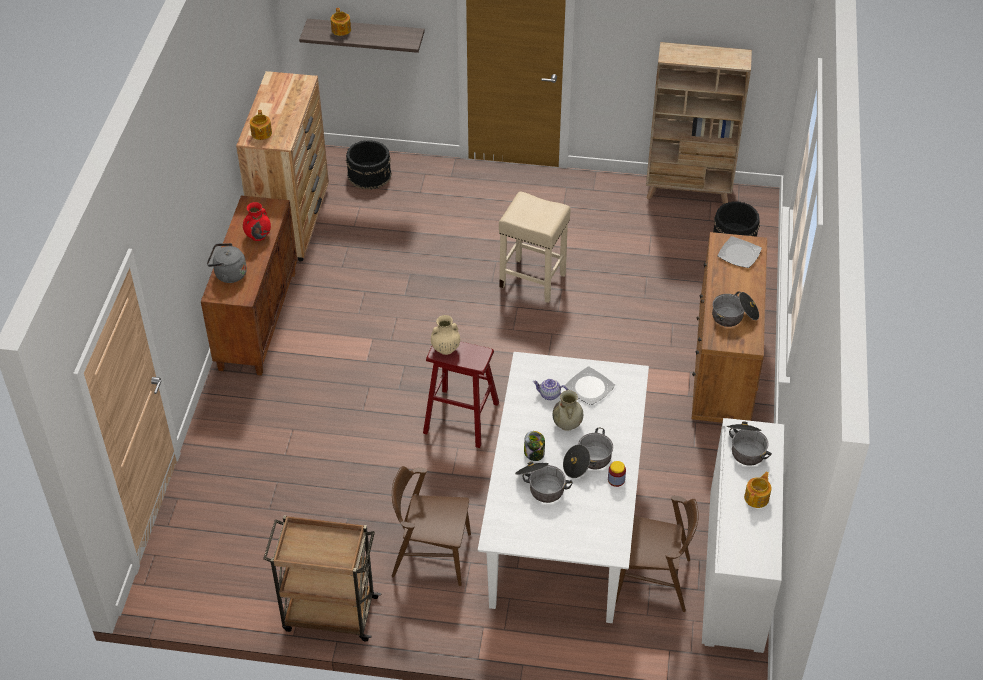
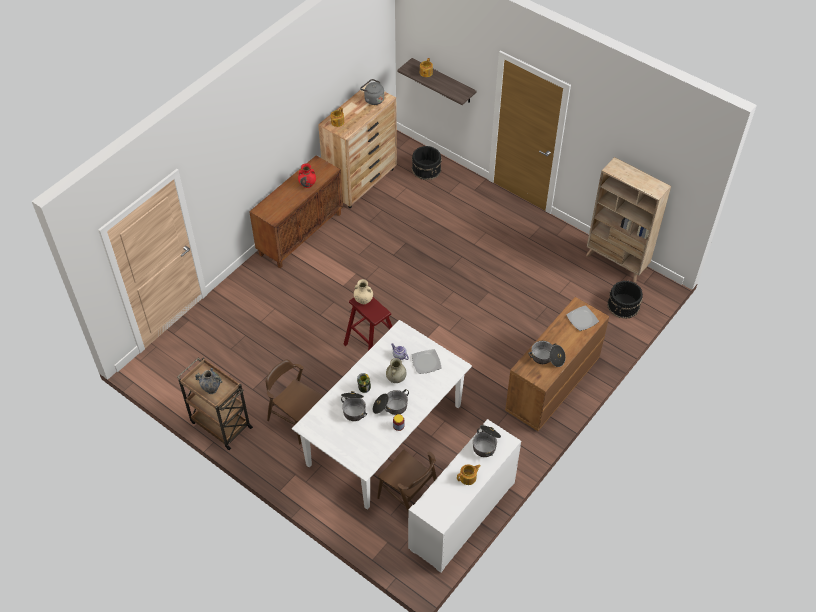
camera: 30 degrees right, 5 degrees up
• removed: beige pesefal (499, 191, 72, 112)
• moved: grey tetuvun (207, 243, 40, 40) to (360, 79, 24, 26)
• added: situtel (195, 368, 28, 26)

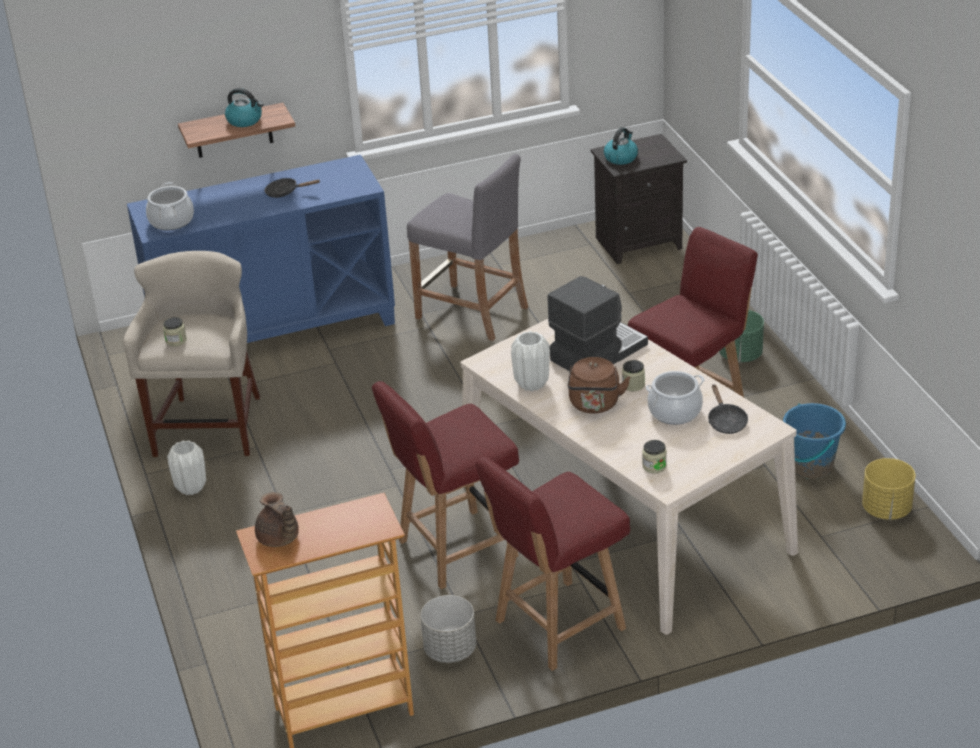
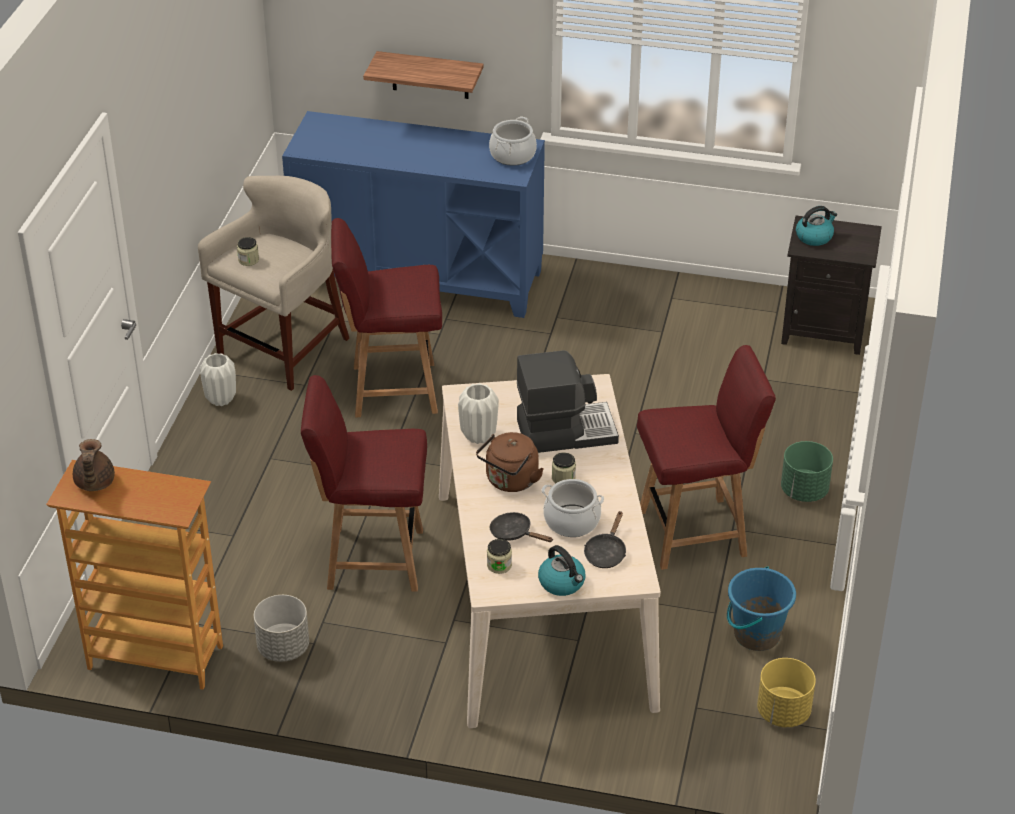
camera: 30 degrees right, 5 degrees up
• moved: tetuvun (225, 88, 39, 39) to (538, 545, 47, 51)
• removed: grey pesefal (407, 154, 121, 187)
• moved: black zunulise (264, 178, 57, 20) to (490, 512, 63, 30)
• moved: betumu (146, 182, 48, 49) to (489, 117, 48, 49)
• moved: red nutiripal (475, 457, 155, 214) to (331, 218, 111, 199)

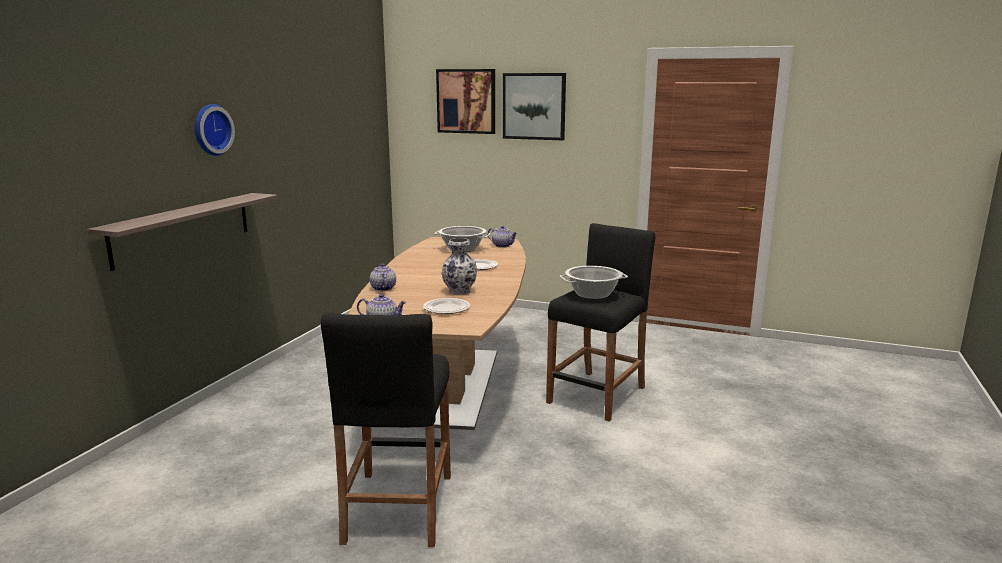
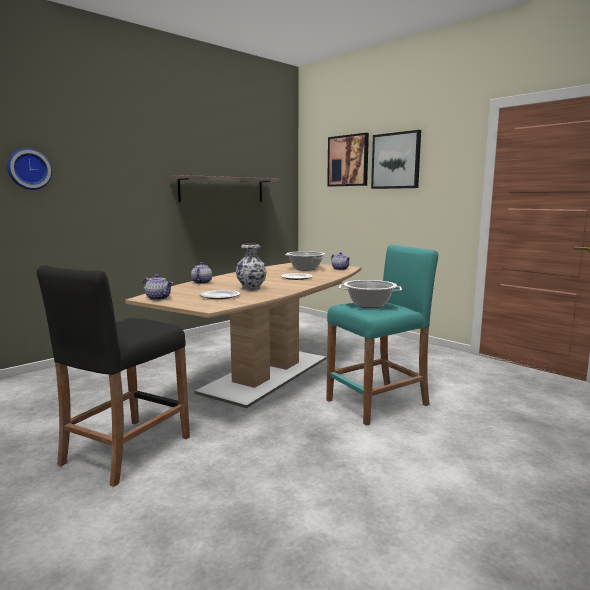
camera: 25 degrees right, 5 degrees down
• moved: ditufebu (195, 104, 40, 52) to (7, 148, 45, 42)
• moved: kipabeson (87, 193, 191, 78) to (169, 175, 111, 27)
• recoloured: black pesefal (546, 223, 109, 198) to turquoise pesefal (326, 245, 112, 181)

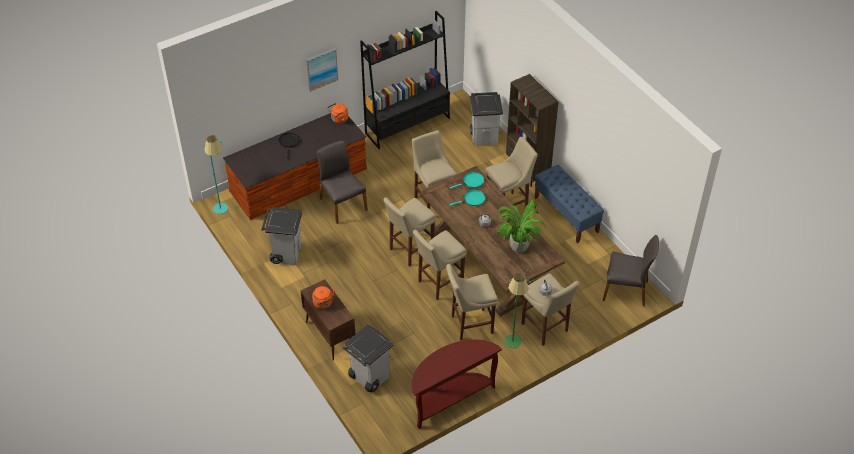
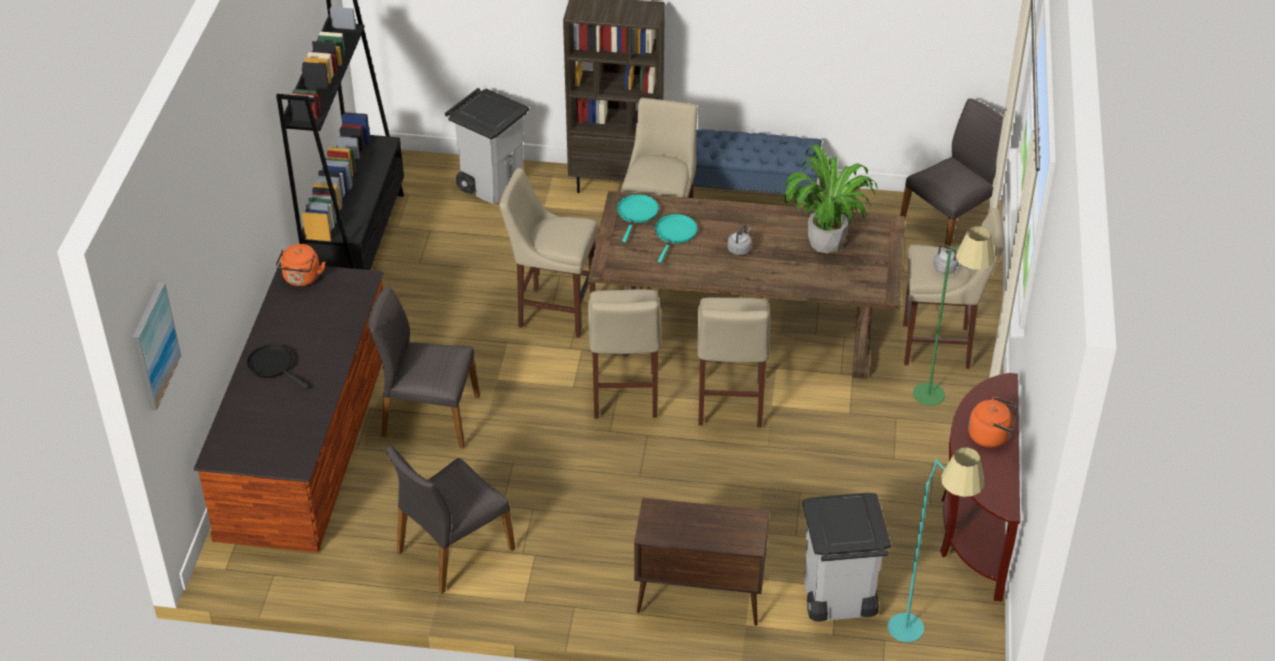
camera: 50 degrees left, 5 degrees down
• moved: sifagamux (306, 48, 32, 43) to (132, 282, 49, 128)
• moved: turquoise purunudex (205, 135, 23, 79) to (888, 447, 97, 195)
• replaced: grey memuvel (261, 207, 41, 58) to grey nutiripal (386, 445, 129, 149)
• removed: beige pesefal (446, 264, 52, 77)
• moved: orange tetuvun (312, 286, 23, 23) to (968, 397, 49, 50)

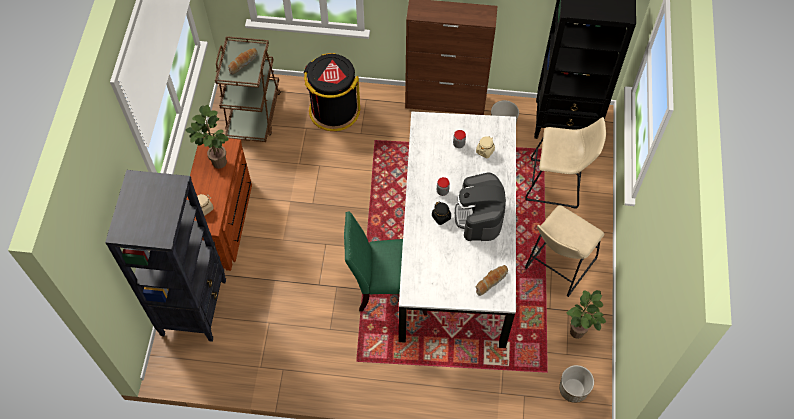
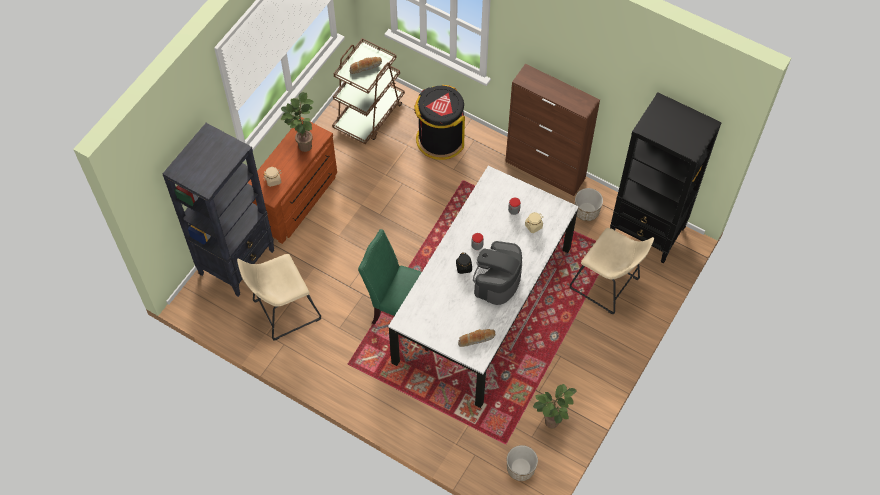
camera: 25 degrees right, 0 degrees up
• moved: beige pesefal (525, 205, 79, 92) to (237, 254, 84, 87)

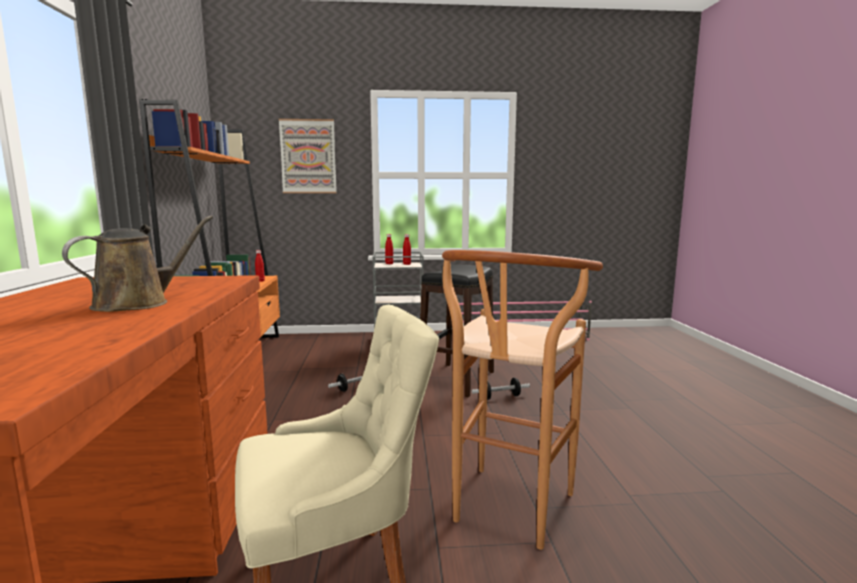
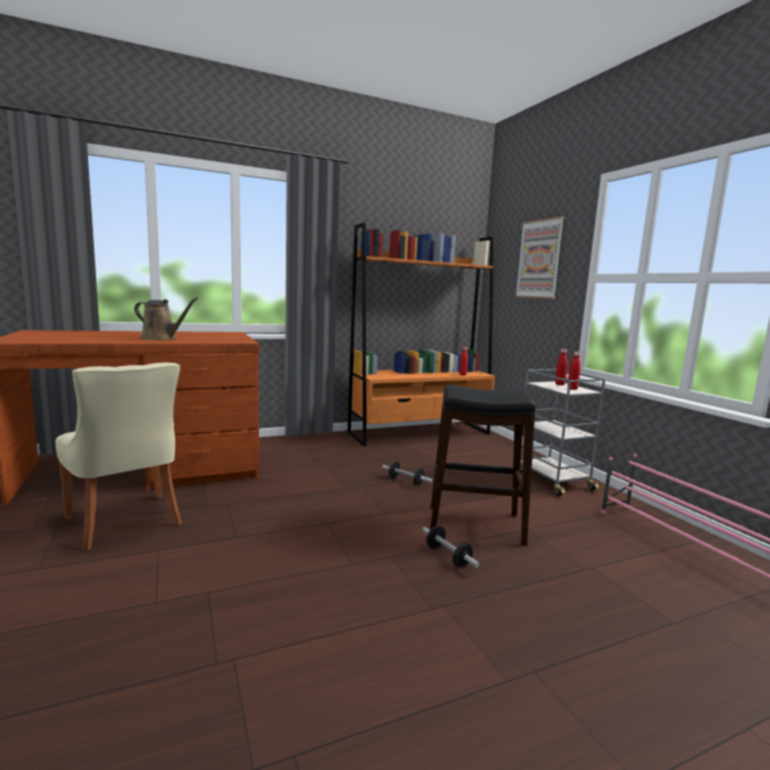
camera: 70 degrees right, 0 degrees up
• removed: brown pesefal (442, 250, 161, 300)

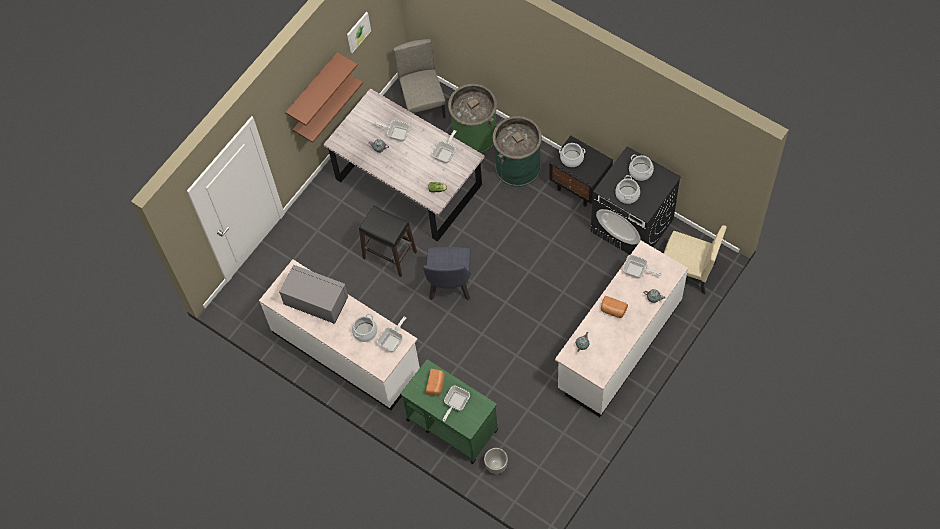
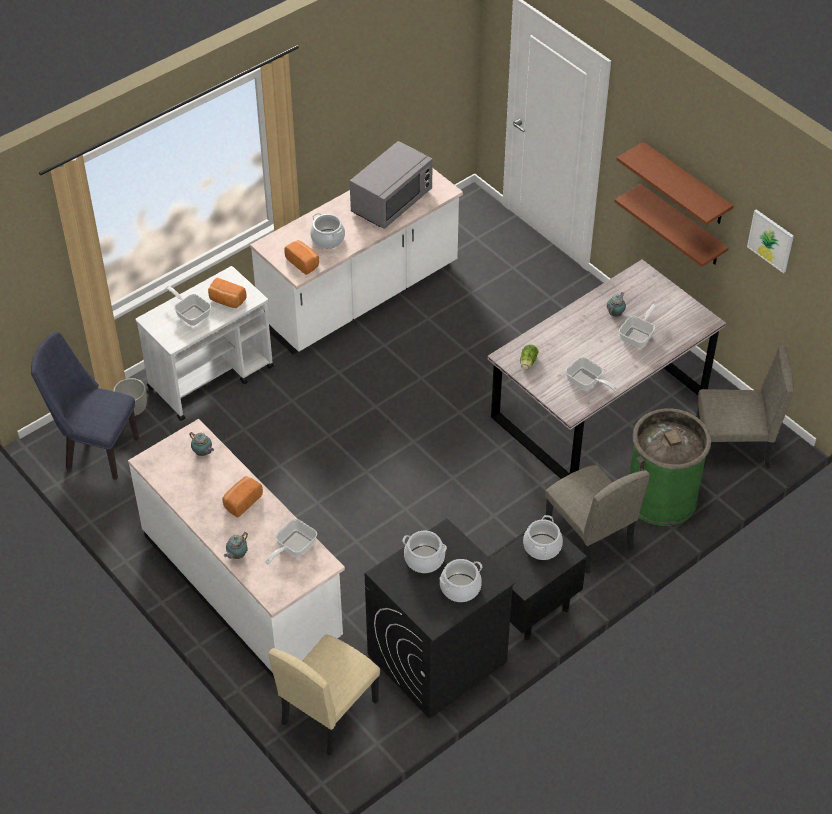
camera: 100 degrees right, 15 degrees down
• replaced: green memuvel (493, 116, 49, 71) to beige nutiripal (545, 465, 105, 109)
• removed: black pesefal (359, 206, 58, 71)
• moved: blue nutiripal (423, 247, 48, 53) to (31, 331, 108, 149)
• replaced: zunulise (377, 317, 29, 35) to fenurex (285, 240, 34, 35)
• recoloured: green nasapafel (401, 359, 97, 105) to white nasapafel (135, 266, 139, 155)

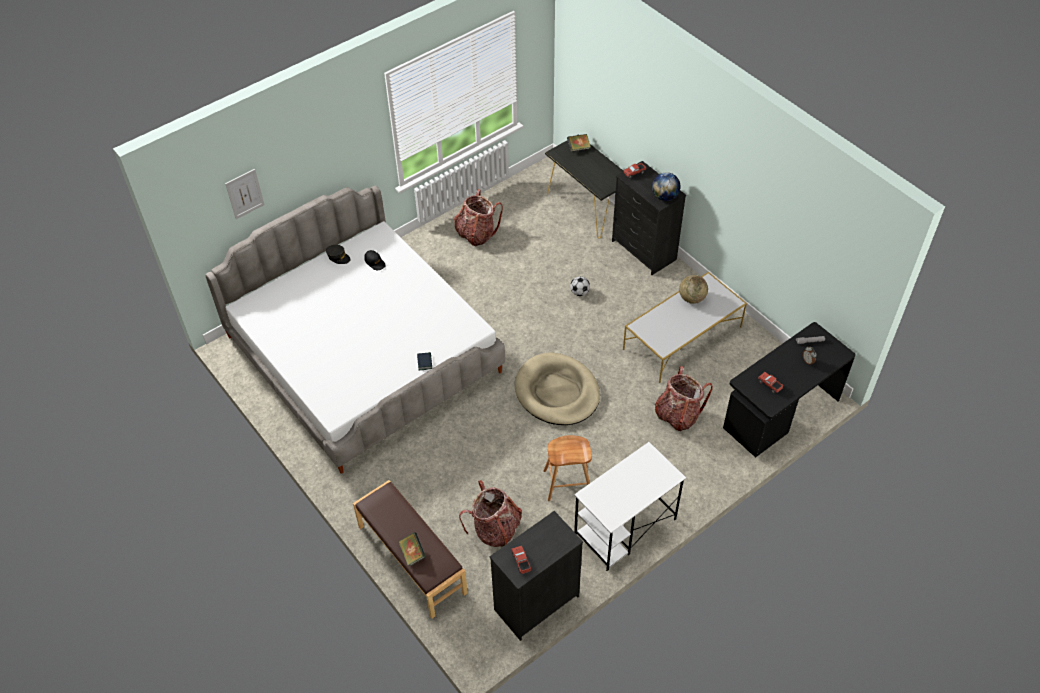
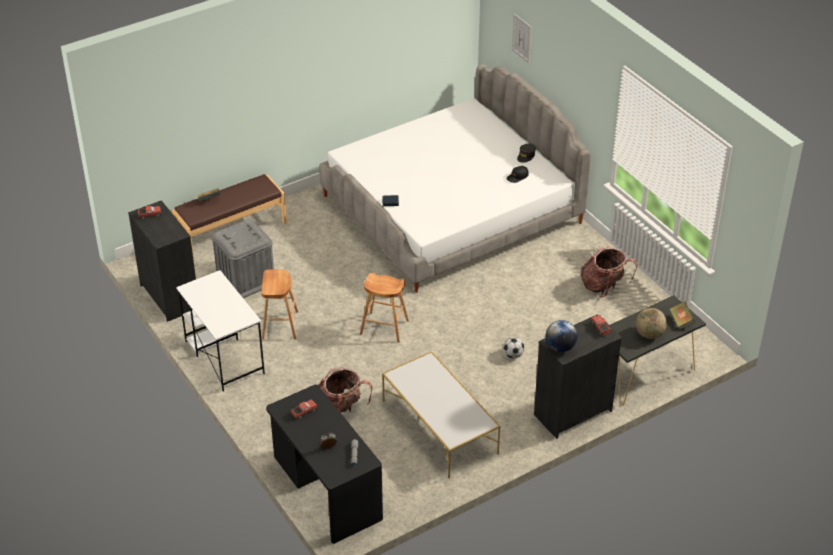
camera: 95 degrees right, 10 degrees down
• moved: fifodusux (679, 275, 29, 29) to (636, 308, 31, 31)
• replaced: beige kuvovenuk (515, 353, 85, 72) to brown pesefal (360, 273, 49, 70)
• replaced: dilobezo (459, 480, 63, 67) to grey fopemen (212, 220, 62, 78)

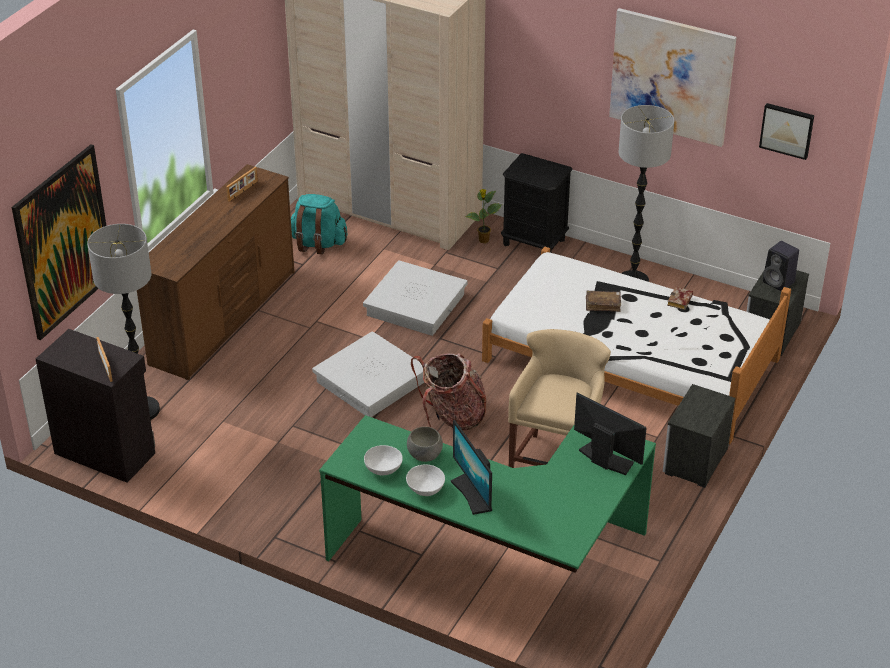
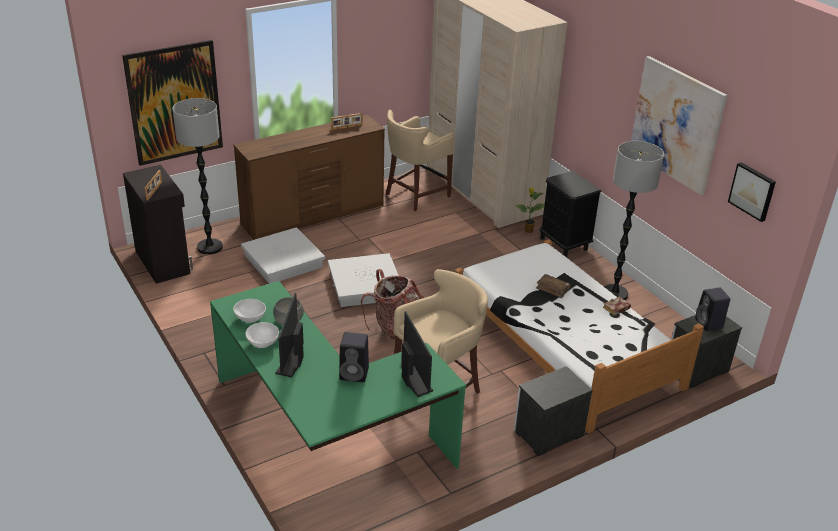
camera: 30 degrees right, 5 degrees down
• replaced: turquoise dilobezo (291, 194, 56, 60) to beige pesefal (386, 110, 69, 101)
• moved: white fopemen (363, 260, 105, 76) to (241, 227, 84, 57)
• added: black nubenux (339, 332, 30, 50)

